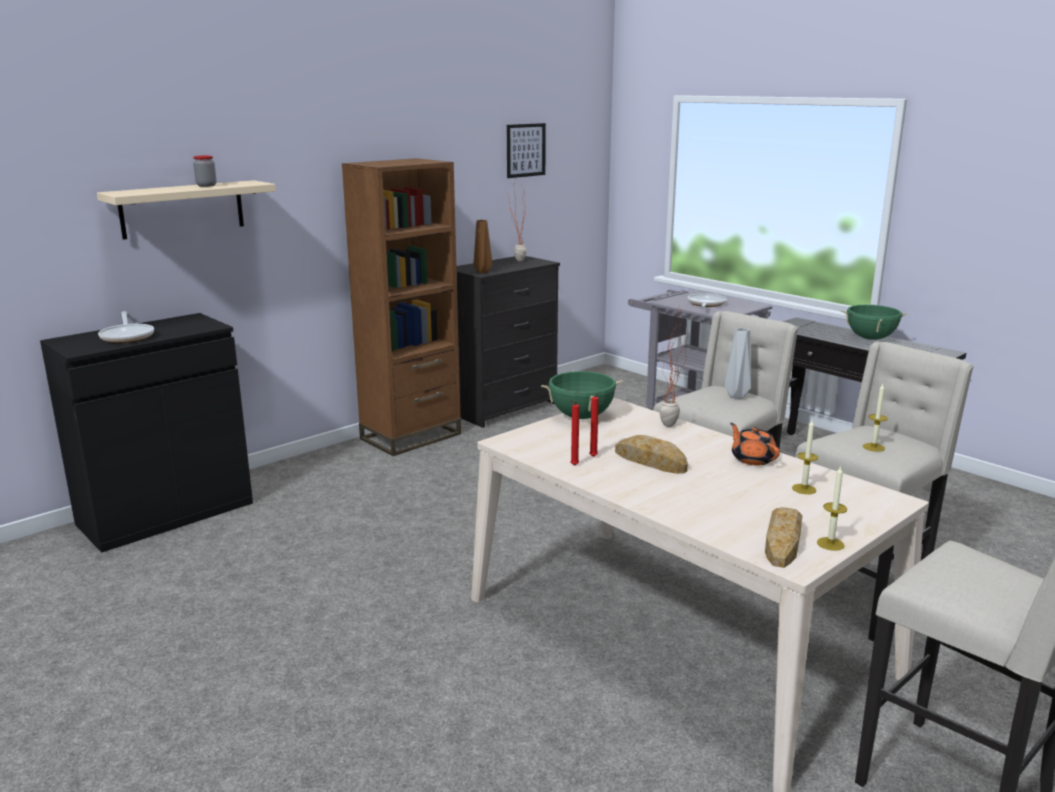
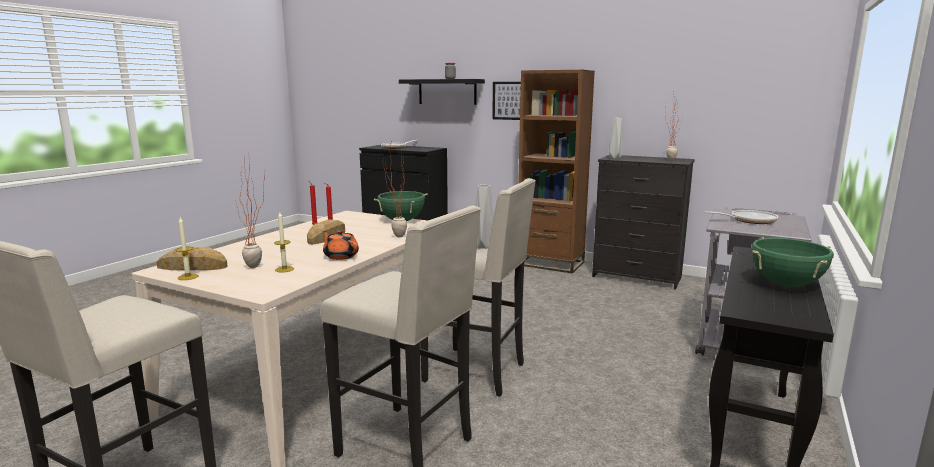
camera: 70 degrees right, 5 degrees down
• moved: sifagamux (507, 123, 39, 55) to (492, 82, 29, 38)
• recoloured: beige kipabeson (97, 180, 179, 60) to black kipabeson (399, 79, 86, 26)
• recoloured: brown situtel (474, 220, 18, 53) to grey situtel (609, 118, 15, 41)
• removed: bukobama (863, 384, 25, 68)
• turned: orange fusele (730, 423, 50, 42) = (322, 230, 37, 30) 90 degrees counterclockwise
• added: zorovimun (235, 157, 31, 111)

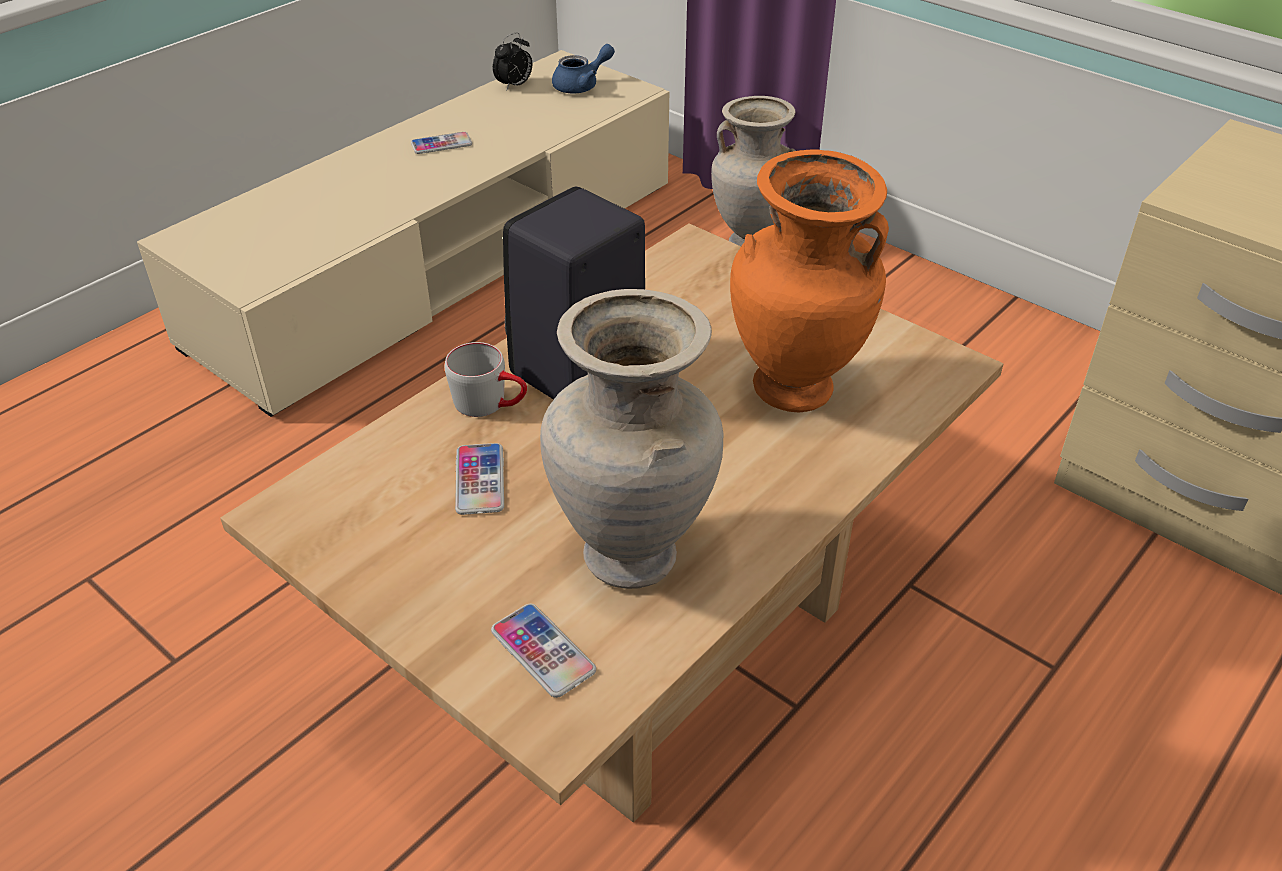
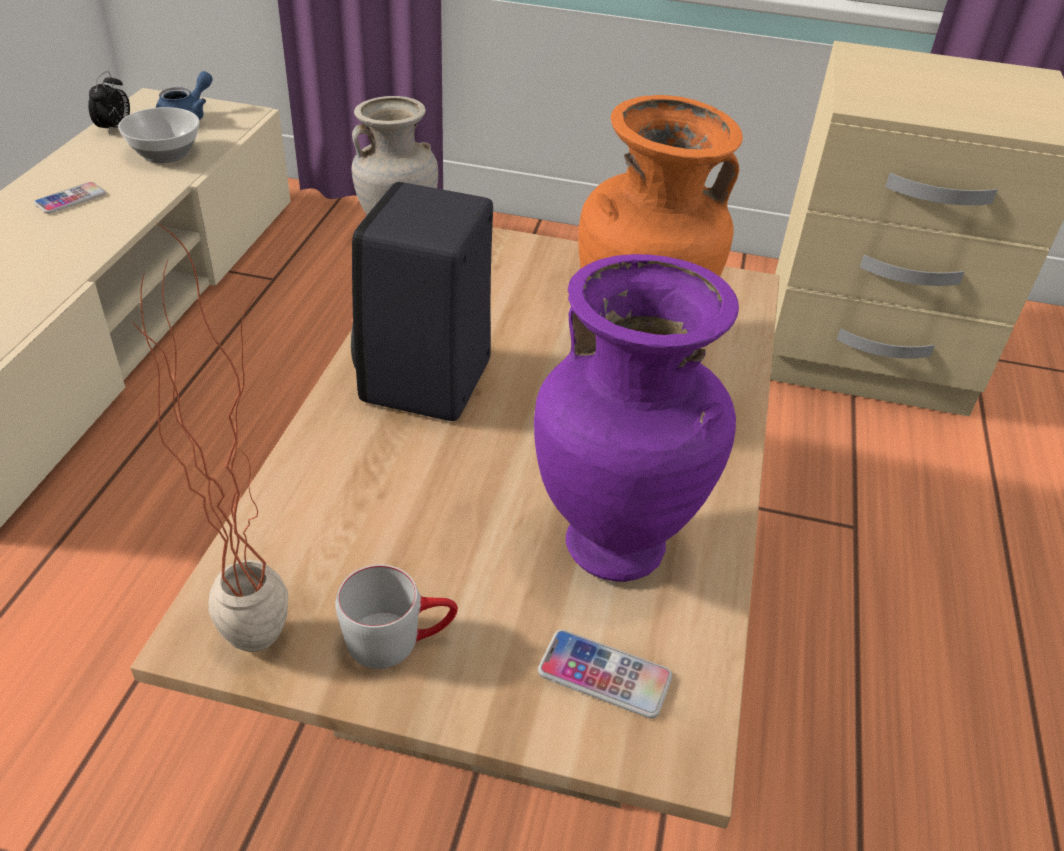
camera: 30 degrees left, 0 degrees up
• recoloured: beige situtel (540, 289, 183, 300) to purple situtel (534, 254, 205, 328)
• moved: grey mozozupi (445, 342, 82, 75) to (335, 564, 123, 105)
• removed: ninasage (455, 443, 49, 72)
• added: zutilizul (118, 107, 82, 56)
• added: zorovimun (130, 223, 158, 429)

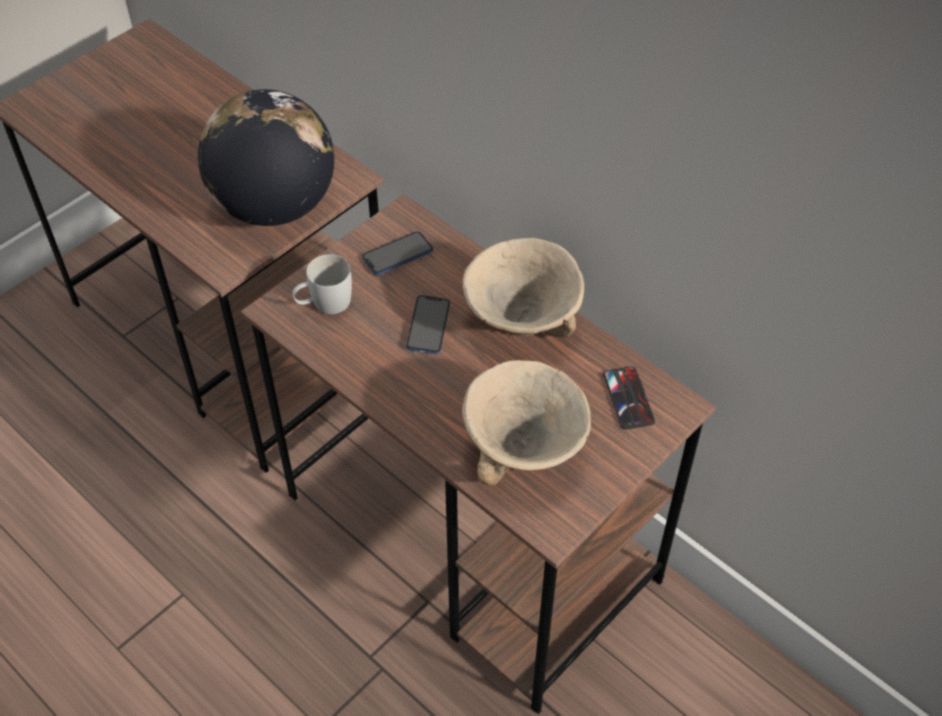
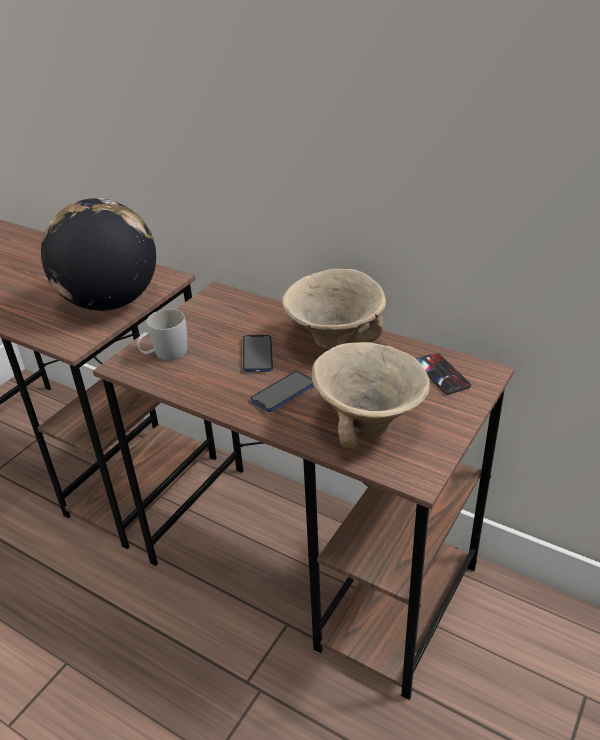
camera: 10 degrees left, 15 degrees down
• moved: ninasage (362, 231, 71, 44) to (250, 371, 64, 41)

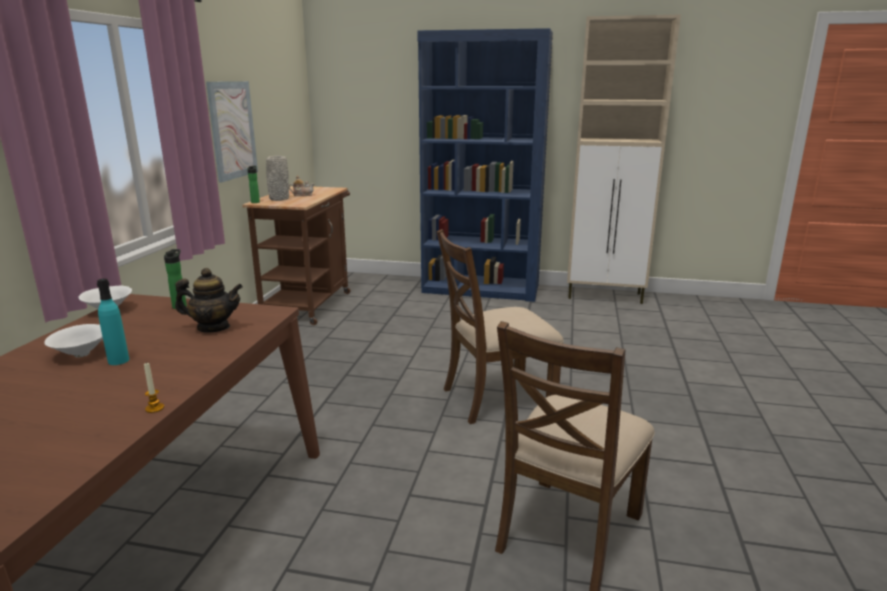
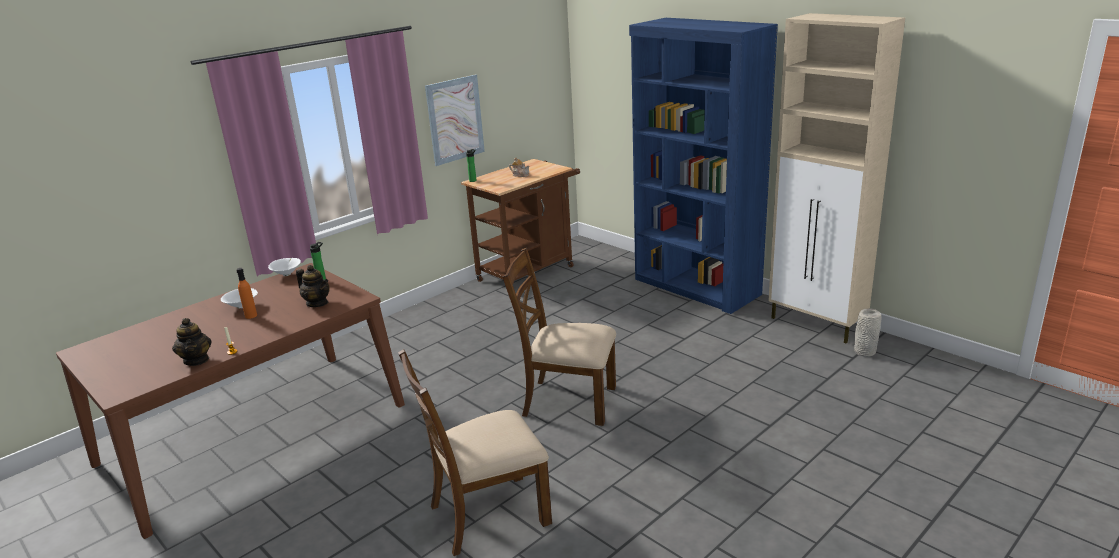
camera: 35 degrees right, 5 degrees up
• moved: grey situtel (266, 156, 23, 45) to (854, 308, 28, 49)
• recoloured: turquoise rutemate (97, 278, 32, 87) to orange rutemate (237, 268, 20, 51)
• added: fusele (172, 318, 39, 48)

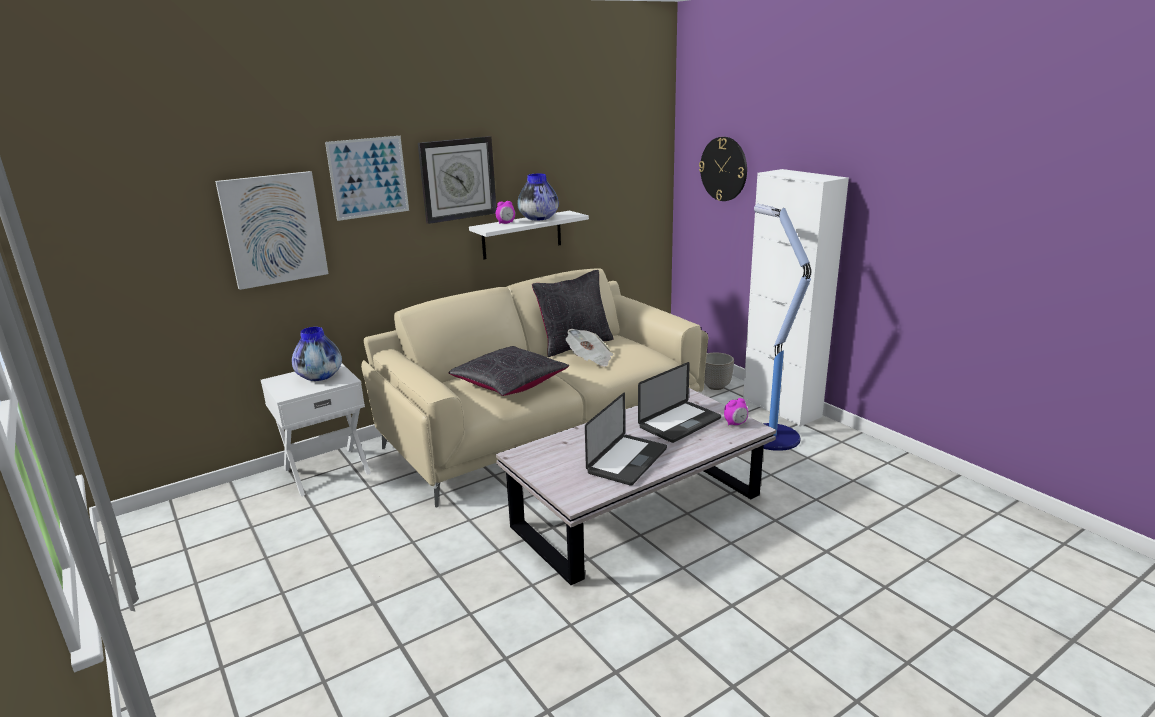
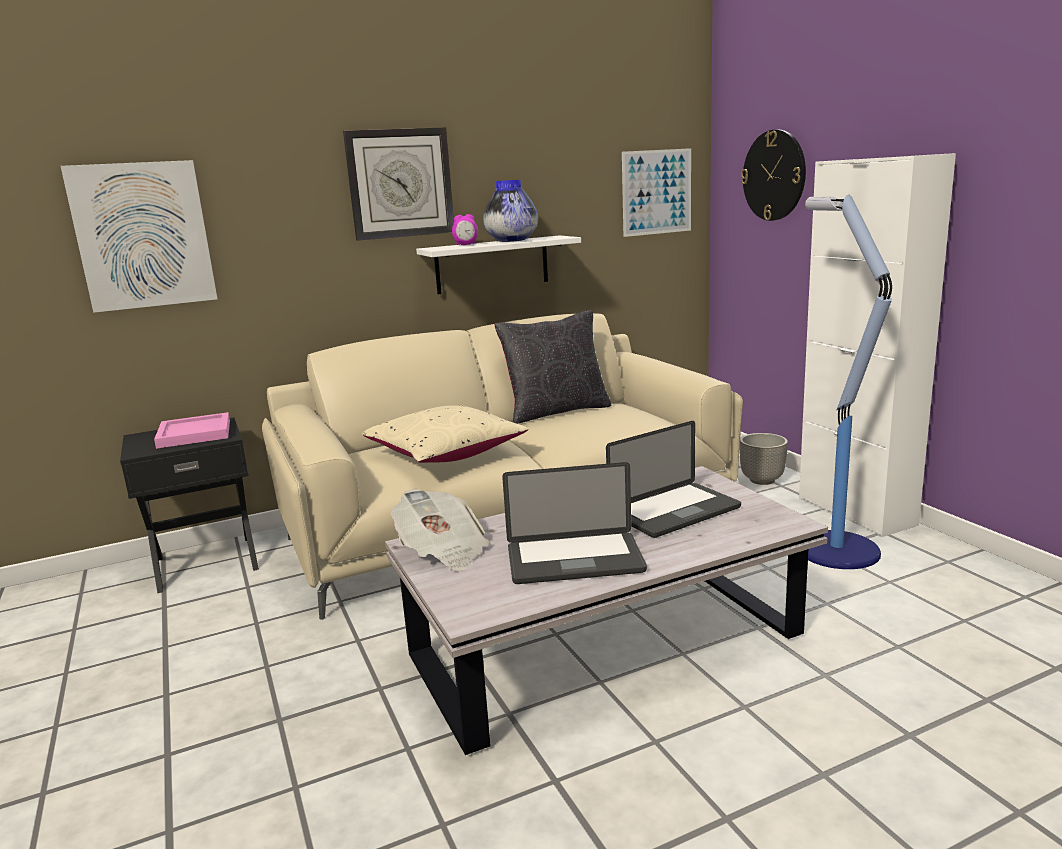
camera: 10 degrees right, 5 degrees down
• moved: sifagamux (325, 136, 84, 85) to (622, 148, 69, 89)
• replaced: situtel (292, 327, 50, 54) to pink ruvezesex (154, 412, 76, 37)
• moved: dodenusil (566, 329, 47, 38) to (391, 489, 99, 82)
• recoloured: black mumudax (448, 346, 121, 50) to beige mumudax (362, 405, 167, 58)
• recoloured: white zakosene (261, 363, 110, 133) to black zakosene (120, 417, 139, 177)
• turned: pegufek (585, 393, 82, 93) = (502, 462, 145, 122) 45 degrees clockwise
• removed: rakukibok (724, 398, 24, 27)

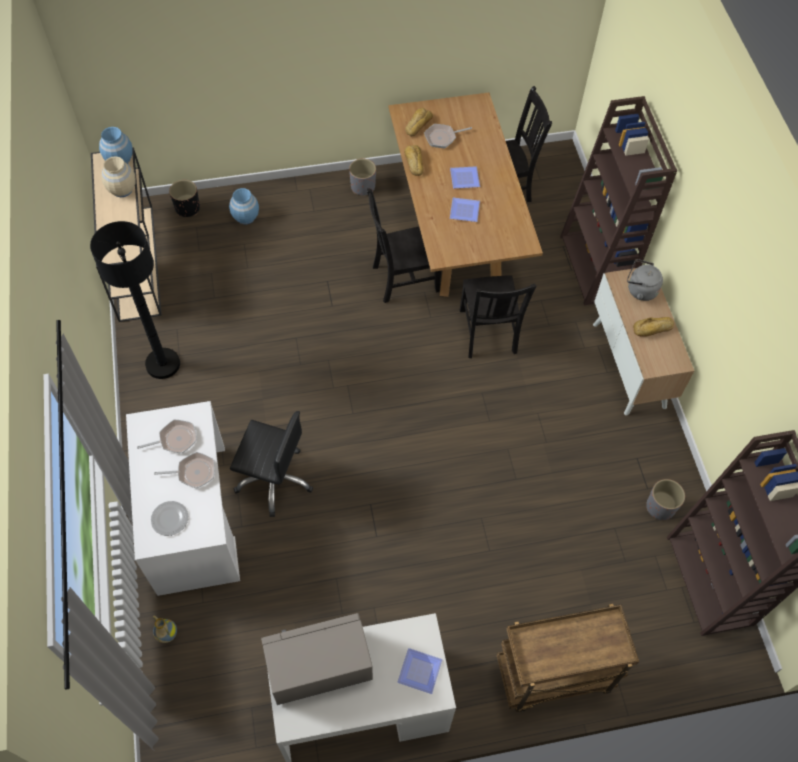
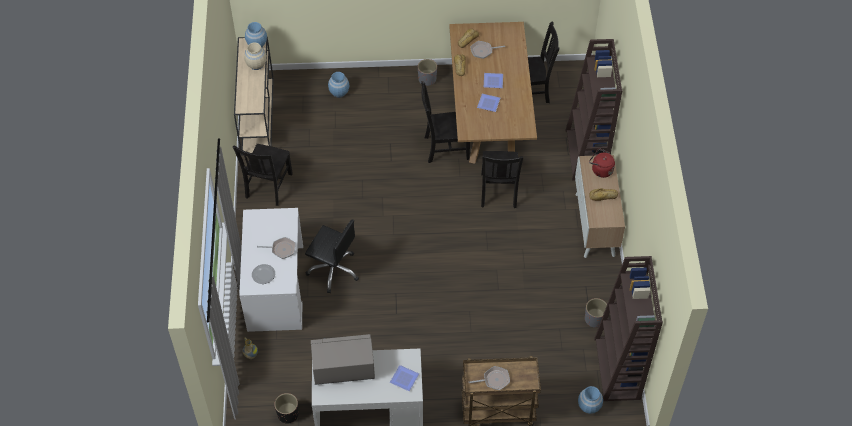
camera: 10 degrees right, 5 degrees down
• moved: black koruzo (169, 180, 31, 37) to (274, 393, 25, 31)
• replaced: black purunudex (90, 221, 90, 158) to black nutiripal (233, 144, 60, 62)
• recoloured: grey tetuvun (627, 259, 36, 42) to red tetuvun (589, 149, 26, 29)
• moved: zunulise (137, 420, 60, 33) to (469, 366, 41, 24)
• added: blue situtel (578, 386, 25, 28)

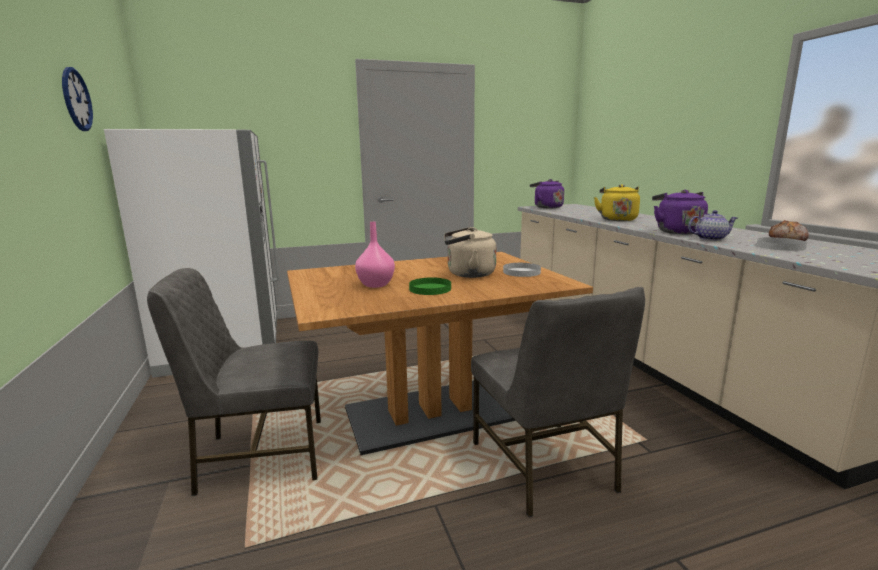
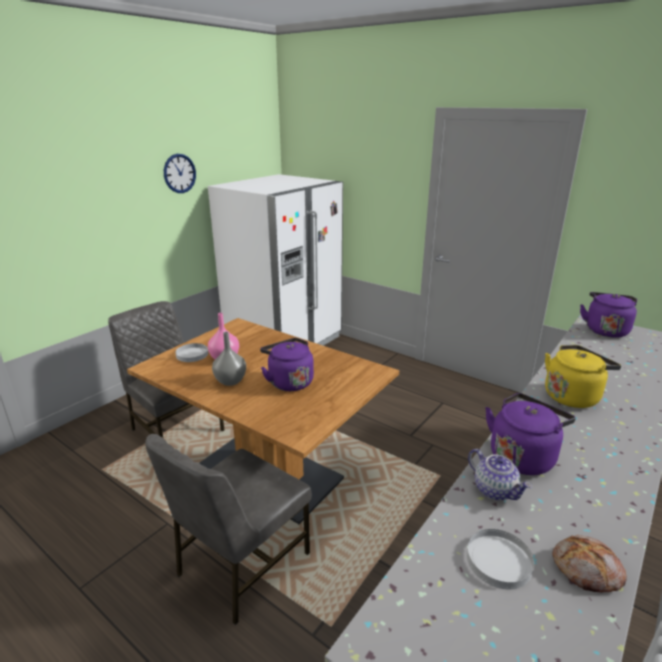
camera: 55 degrees right, 10 degrees up
• recoloured: beige tetuvun (444, 227, 52, 51) to purple tetuvun (260, 338, 54, 53)
• moved: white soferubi (503, 263, 38, 14) to (175, 343, 33, 19)
• replaced: green soferubi (409, 277, 42, 18) to grey situtel (212, 332, 34, 54)

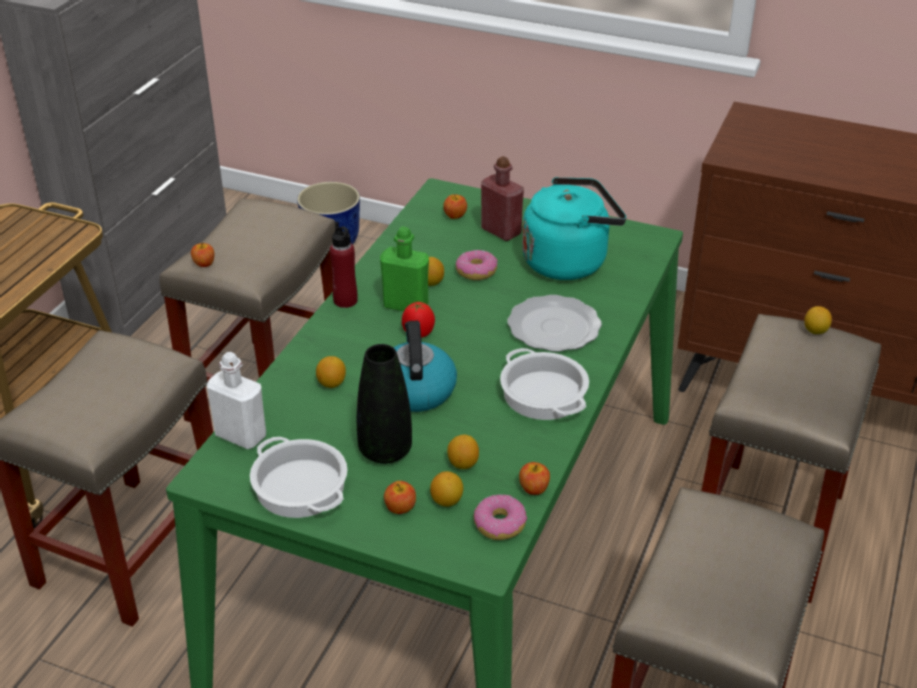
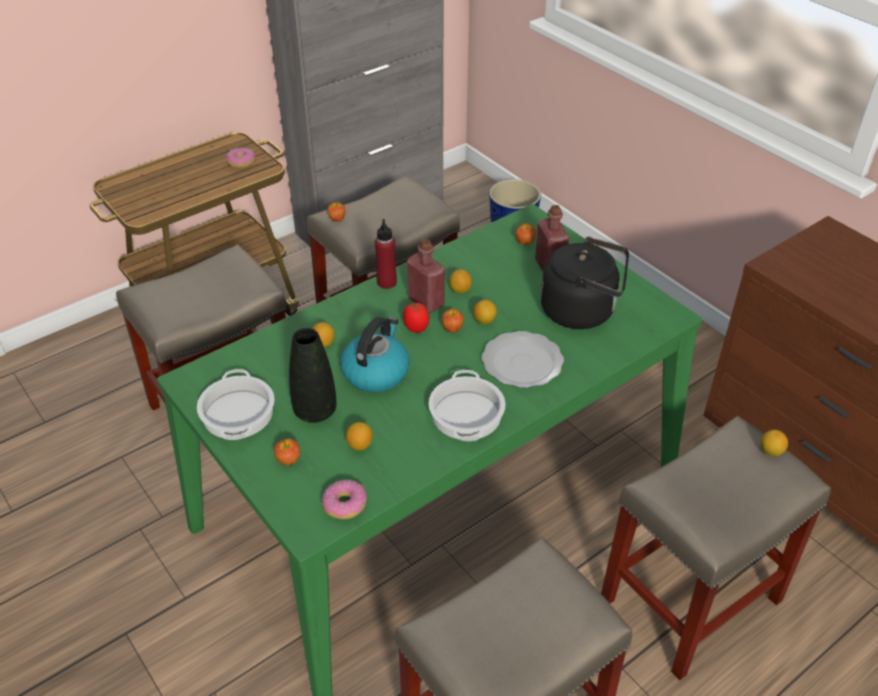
camera: 30 degrees right, 5 degrees up
• recoloured: turquoise tetuvun (522, 177, 104, 103) to black tetuvun (541, 237, 88, 92)
• recoloured: green rutemate (380, 226, 49, 85) to red rutemate (407, 239, 38, 74)
• moved: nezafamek (456, 250, 42, 30) to (226, 148, 29, 20)
• removed: white rutemate (206, 352, 60, 97)
• moved: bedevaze (519, 462, 31, 33) to (442, 309, 22, 24)
• moved: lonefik (430, 471, 33, 36) to (473, 300, 24, 24)

